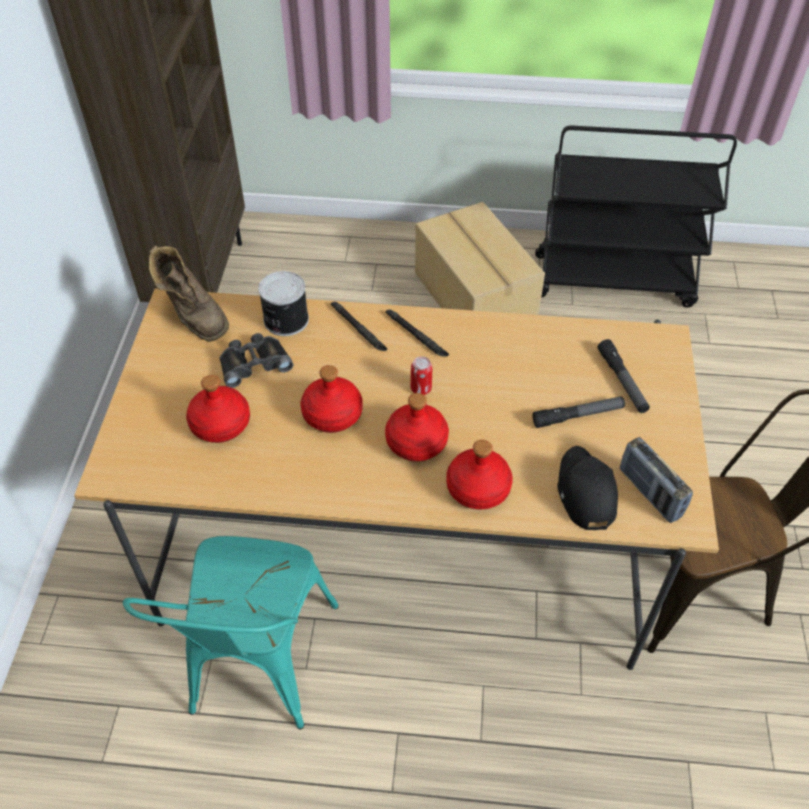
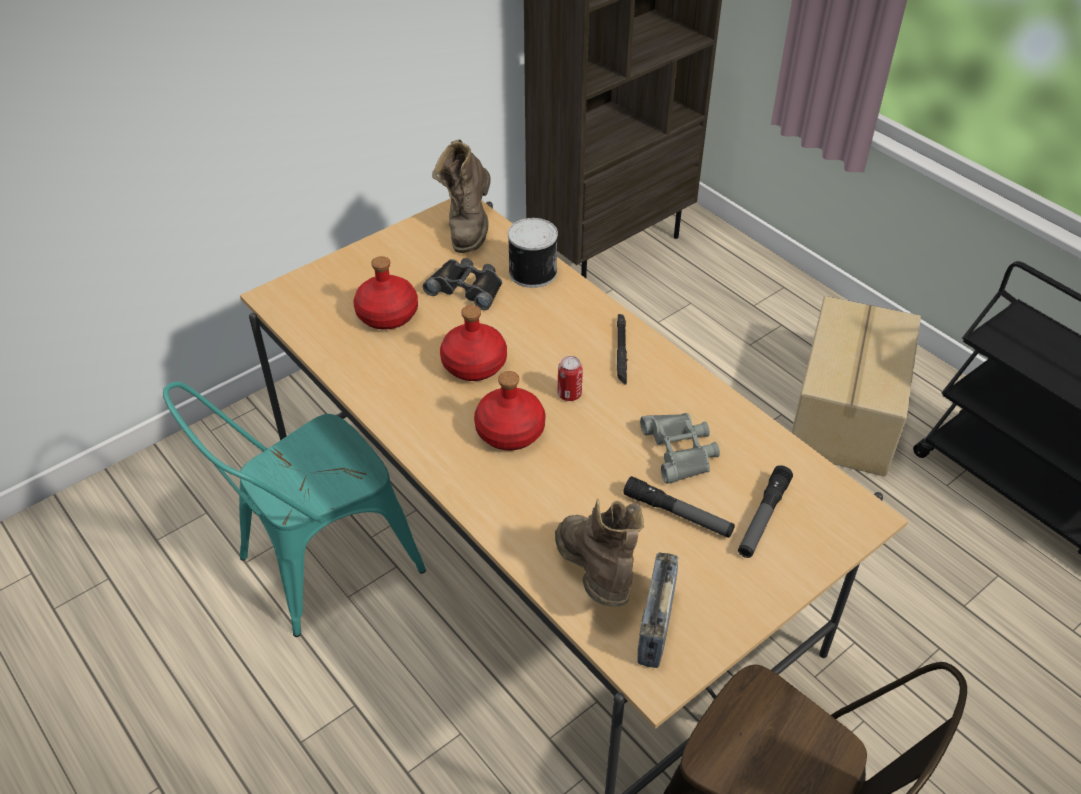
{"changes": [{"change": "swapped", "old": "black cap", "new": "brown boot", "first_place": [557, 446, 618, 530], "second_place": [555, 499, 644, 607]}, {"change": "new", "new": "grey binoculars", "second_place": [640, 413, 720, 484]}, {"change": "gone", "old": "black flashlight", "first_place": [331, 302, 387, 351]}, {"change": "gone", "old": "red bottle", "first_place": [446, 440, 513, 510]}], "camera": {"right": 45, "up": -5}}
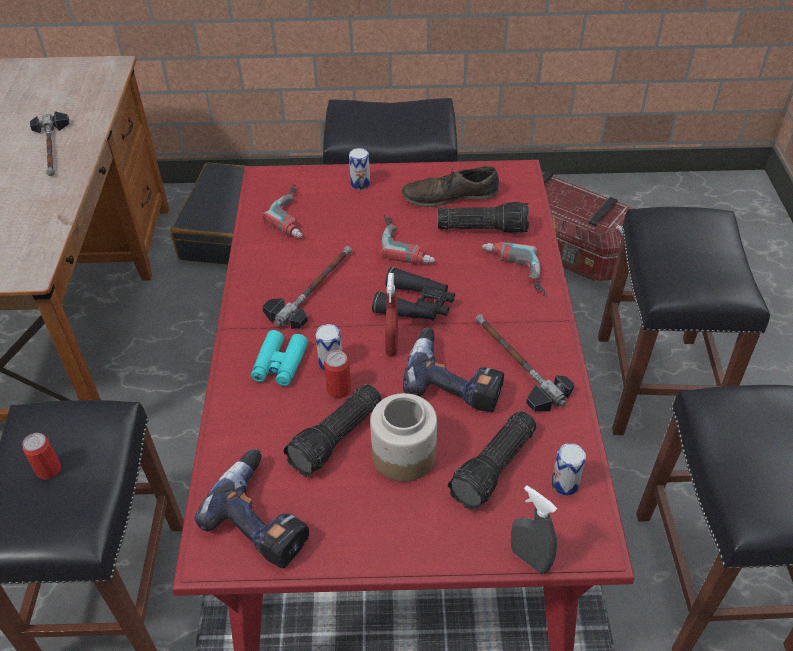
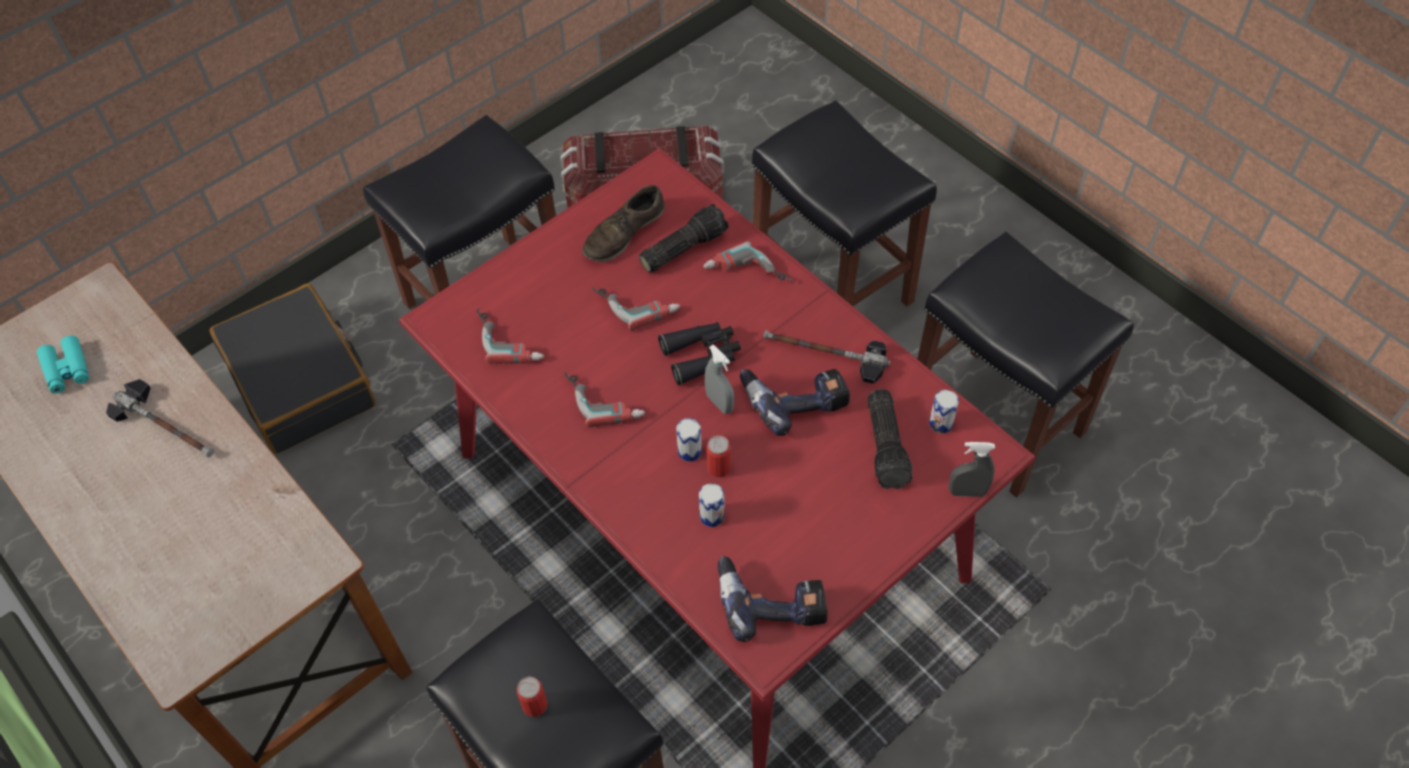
{"changes": [{"change": "shifted", "old": "turquoise binoculars", "first_place": [251, 330, 308, 386], "second_place": [37, 335, 89, 393]}, {"change": "swapped", "old": "hammer", "new": "power drill", "first_place": [262, 246, 352, 329], "second_place": [564, 371, 645, 428]}, {"change": "shifted", "old": "can", "first_place": [349, 148, 370, 190], "second_place": [699, 483, 725, 527]}, {"change": "repainted", "old": "red spray bottle", "new": "grey spray bottle", "first_place": [385, 273, 398, 356], "second_place": [705, 345, 734, 414]}, {"change": "gone", "old": "flashlight", "first_place": [284, 384, 382, 476]}, {"change": "gone", "old": "jar", "first_place": [370, 393, 437, 482]}], "camera": {"right": -40, "up": 10}}
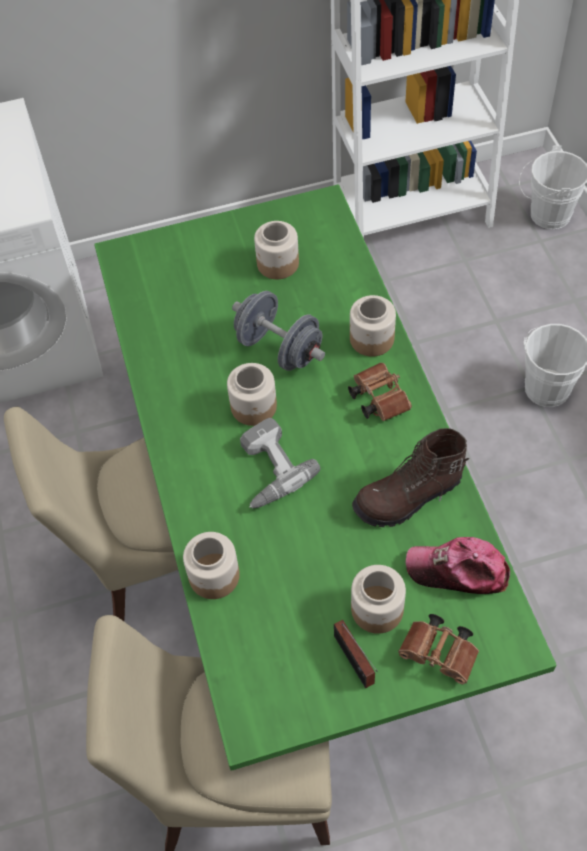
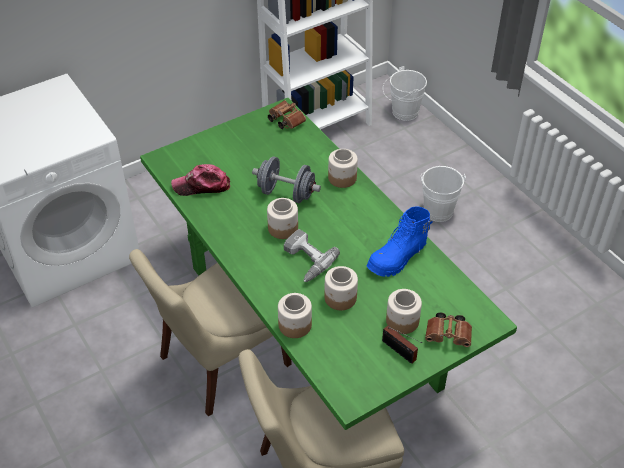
{"changes": [{"change": "shifted", "old": "cap", "first_place": [406, 537, 510, 594], "second_place": [171, 164, 230, 196]}, {"change": "shifted", "old": "brown binoculars", "first_place": [348, 363, 412, 421], "second_place": [268, 100, 306, 129]}, {"change": "shifted", "old": "jar", "first_place": [254, 221, 299, 279], "second_place": [324, 266, 358, 310]}, {"change": "repainted", "old": "brown boot", "new": "blue boot", "first_place": [352, 428, 469, 527], "second_place": [366, 207, 433, 277]}], "camera": {"right": -20, "up": -10}}
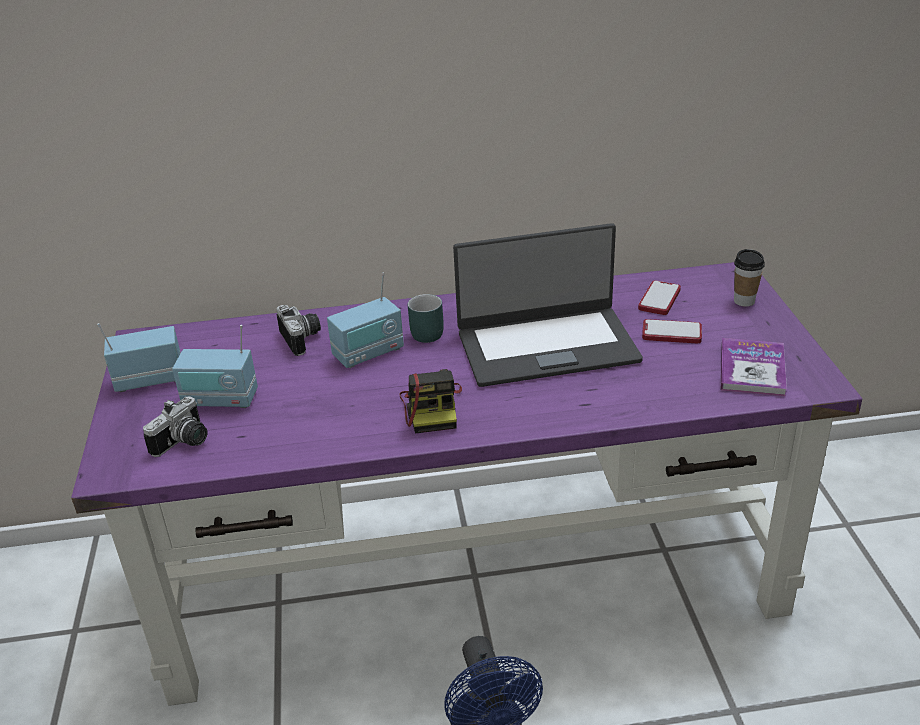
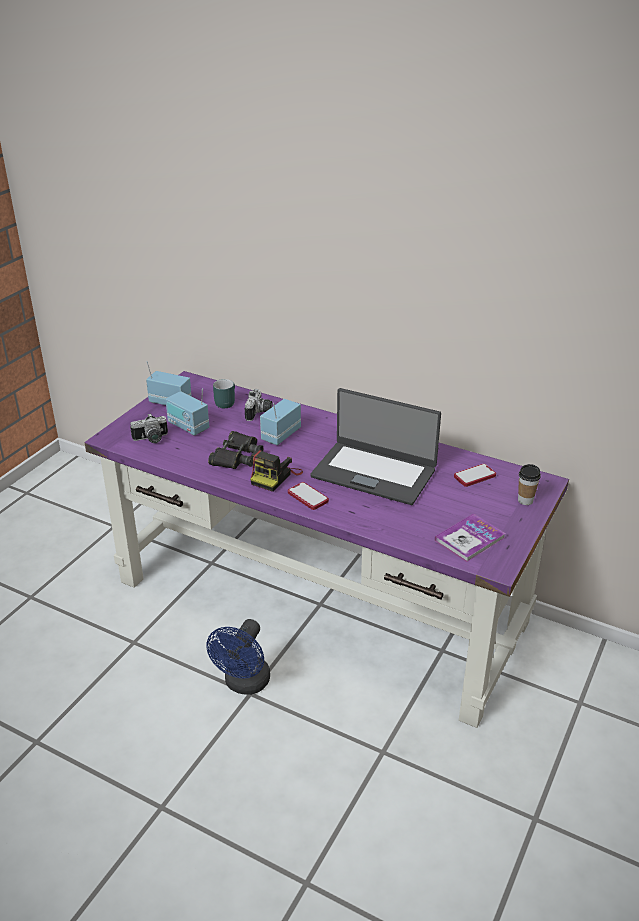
{"changes": [{"change": "new", "new": "black binoculars", "second_place": [208, 431, 263, 469]}, {"change": "shifted", "old": "turquoise mug", "first_place": [407, 294, 444, 343], "second_place": [213, 379, 235, 408]}, {"change": "rotated", "old": "radio", "first_place": [327, 272, 404, 368], "second_place": [260, 399, 301, 445], "degrees": 120}, {"change": "shifted", "old": "phone", "first_place": [642, 319, 702, 343], "second_place": [288, 482, 329, 510]}], "camera": {"right": 35, "up": 0}}
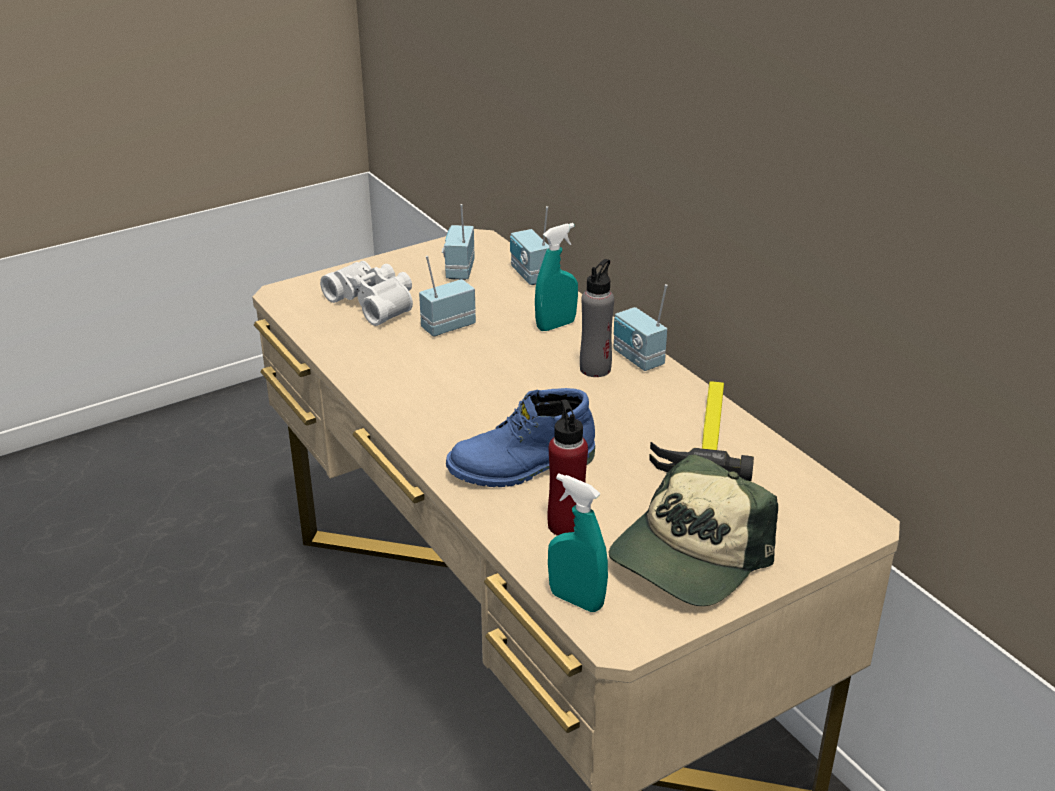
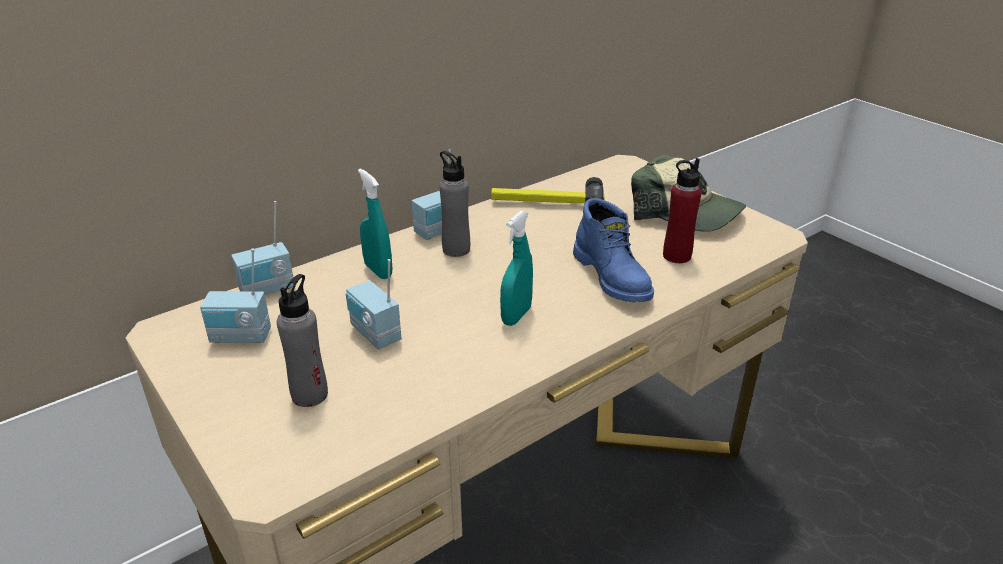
{"changes": [{"change": "swapped", "old": "white binoculars", "new": "grey bottle", "first_place": [320, 261, 413, 326], "second_place": [277, 274, 328, 407]}, {"change": "shifted", "old": "turquoise spray bottle", "first_place": [548, 473, 608, 612], "second_place": [500, 211, 533, 326]}], "camera": {"right": -95, "up": 0}}
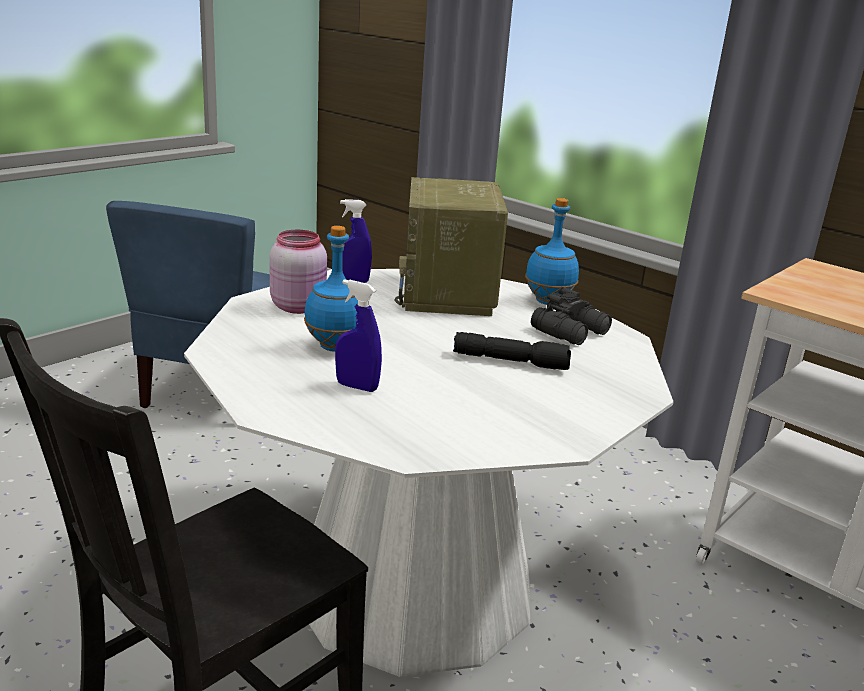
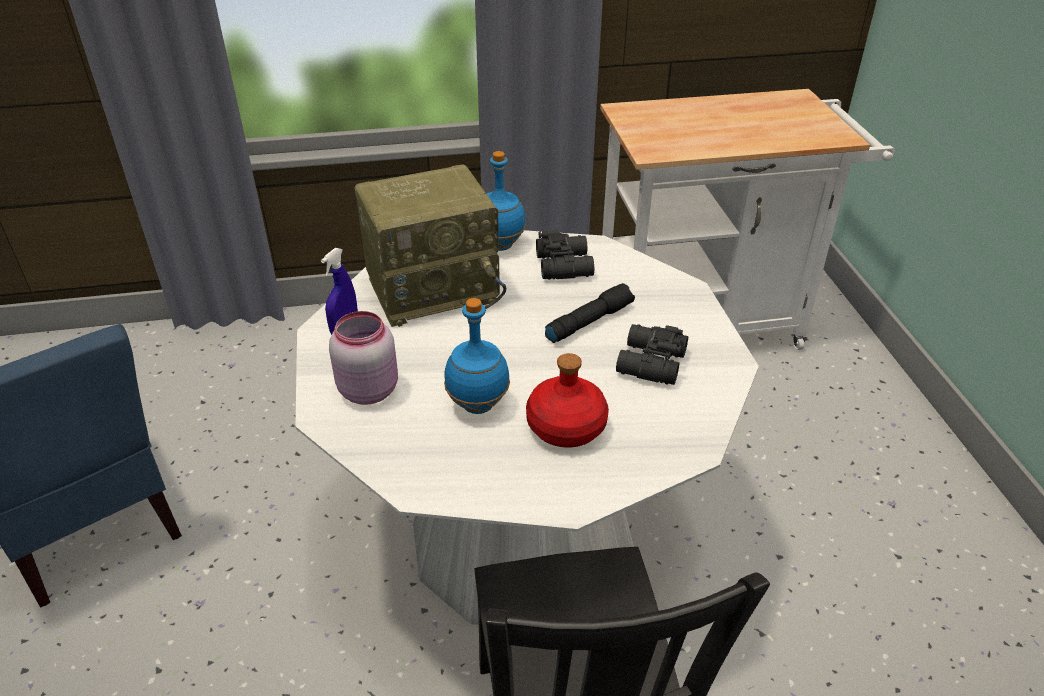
{"changes": [{"change": "rotated", "old": "radio", "first_place": [394, 177, 508, 316], "second_place": [355, 164, 506, 327], "degrees": -60}, {"change": "swapped", "old": "blue spray bottle", "new": "red bottle", "first_place": [335, 279, 382, 392], "second_place": [526, 353, 609, 448]}, {"change": "new", "new": "black binoculars", "second_place": [616, 324, 688, 385]}], "camera": {"right": -50, "up": 15}}
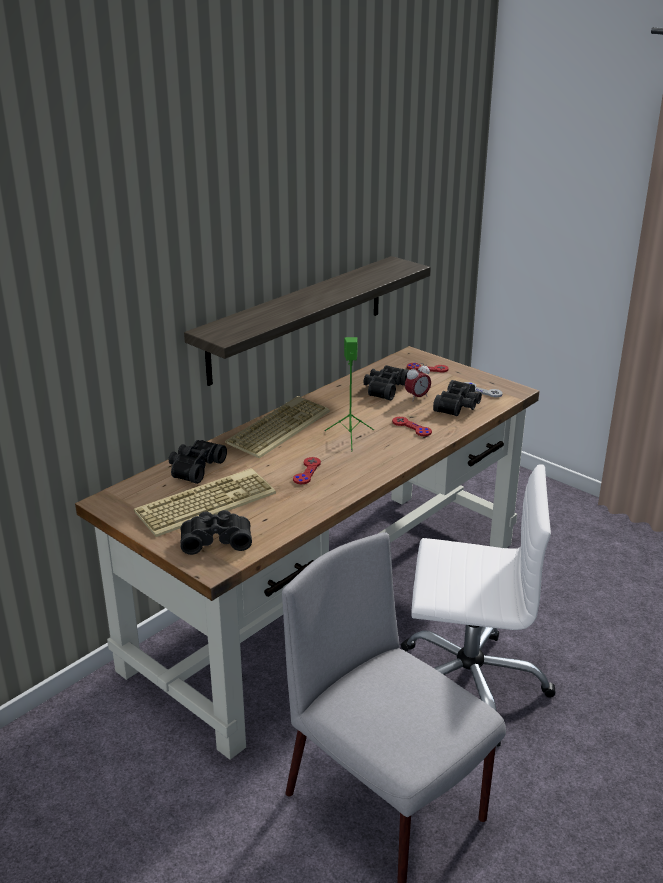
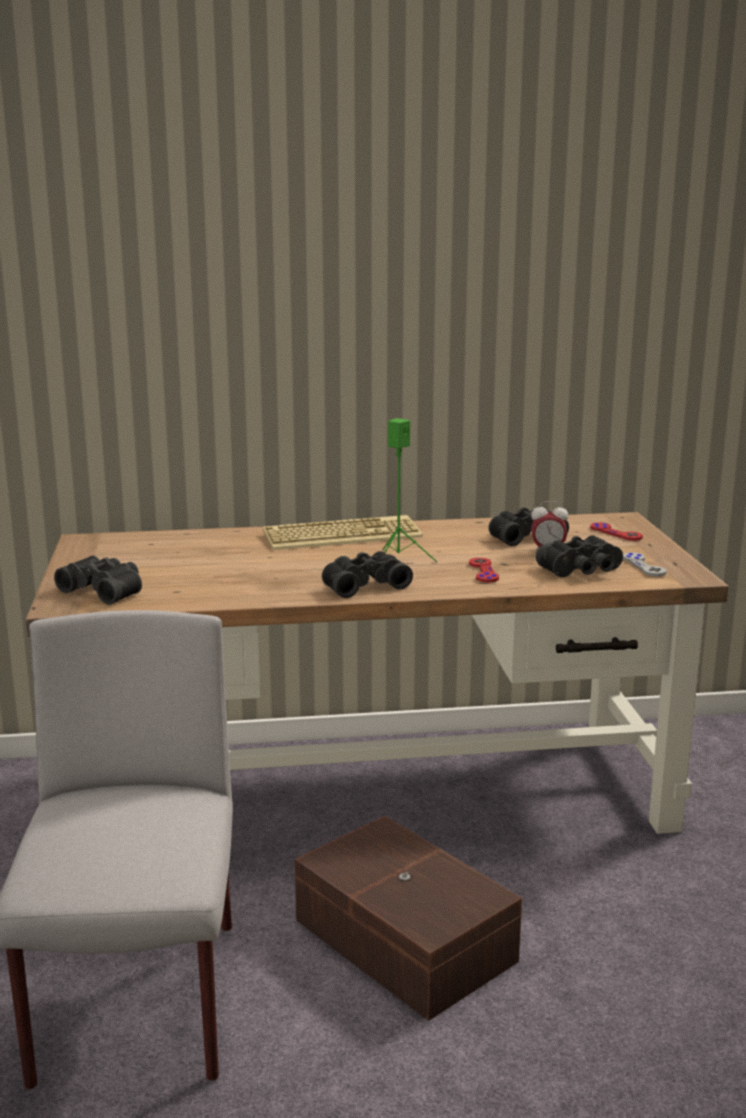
{"changes": [{"change": "swapped", "old": "white office chair", "new": "brown storage box", "first_place": [401, 464, 556, 747], "second_place": [295, 816, 522, 1021]}, {"change": "shifted", "old": "black binoculars", "first_place": [169, 440, 227, 484], "second_place": [322, 551, 413, 598]}, {"change": "gone", "old": "keyboard", "first_place": [134, 468, 276, 537]}, {"change": "gone", "old": "shelf", "first_place": [184, 256, 431, 386]}, {"change": "gone", "old": "red game controller", "first_place": [293, 457, 321, 484]}], "camera": {"right": 40, "up": -10}}
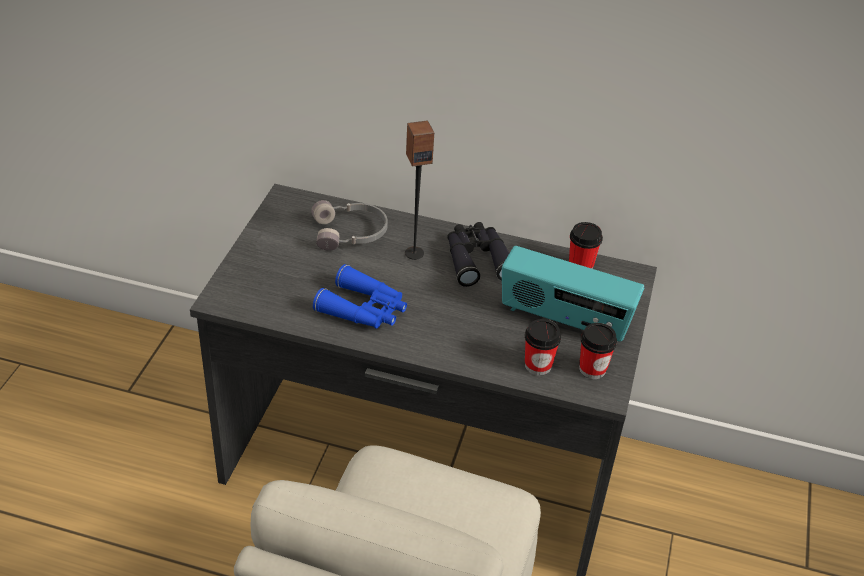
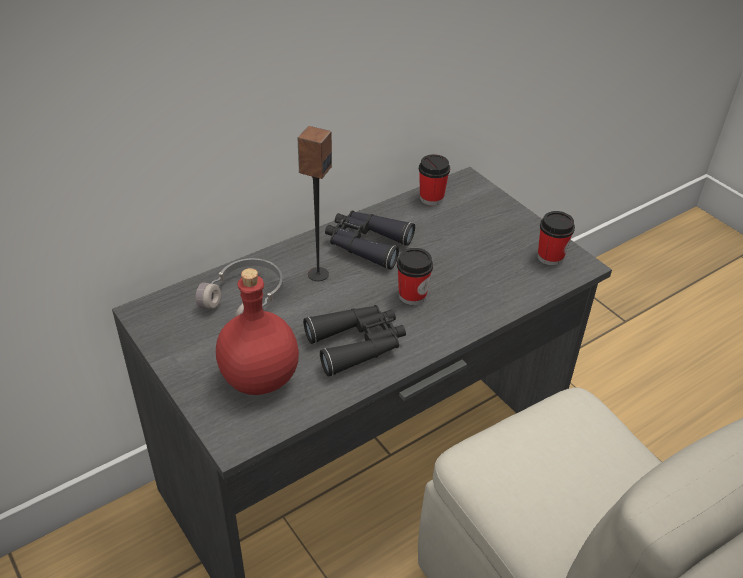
{"changes": [{"change": "new", "new": "red bottle", "second_place": [216, 268, 299, 395]}, {"change": "repainted", "old": "blue binoculars", "new": "black binoculars", "first_place": [313, 264, 407, 329], "second_place": [303, 305, 406, 377]}, {"change": "shifted", "old": "cup", "first_place": [525, 319, 561, 376], "second_place": [397, 248, 433, 305]}, {"change": "gone", "old": "radio", "first_place": [502, 246, 645, 342]}], "camera": {"right": -50, "up": 0}}
